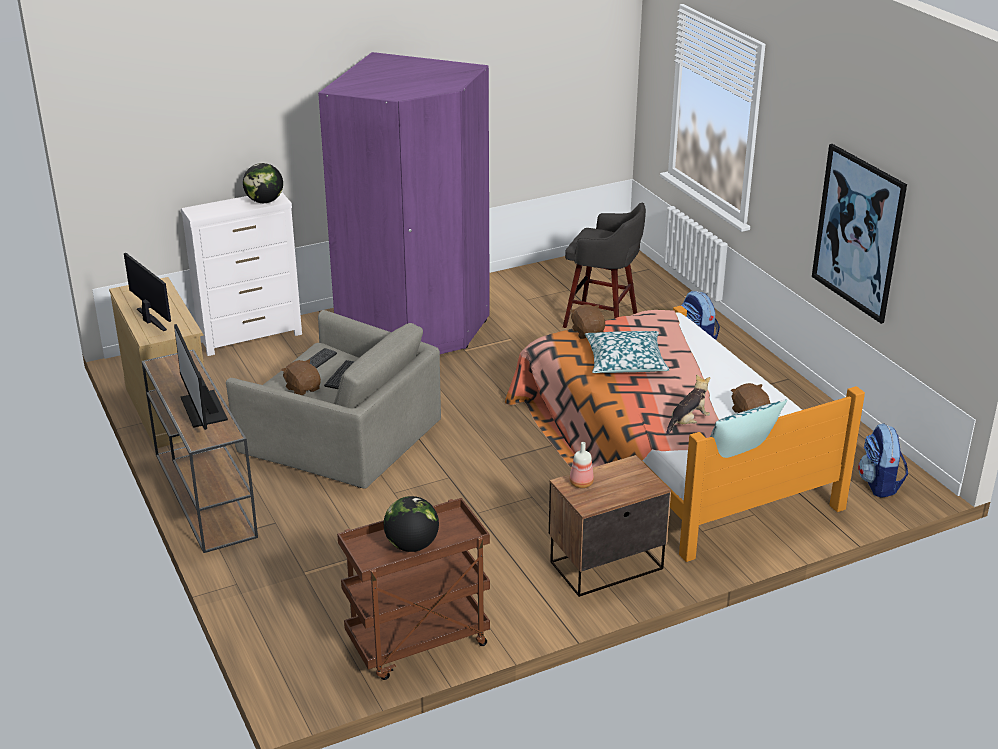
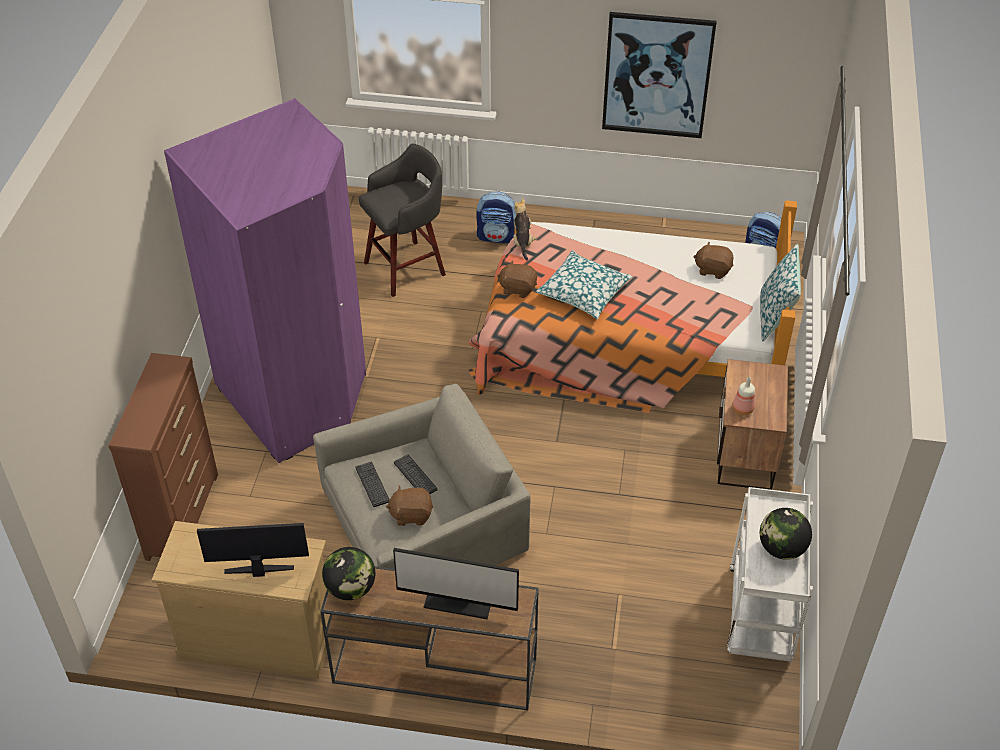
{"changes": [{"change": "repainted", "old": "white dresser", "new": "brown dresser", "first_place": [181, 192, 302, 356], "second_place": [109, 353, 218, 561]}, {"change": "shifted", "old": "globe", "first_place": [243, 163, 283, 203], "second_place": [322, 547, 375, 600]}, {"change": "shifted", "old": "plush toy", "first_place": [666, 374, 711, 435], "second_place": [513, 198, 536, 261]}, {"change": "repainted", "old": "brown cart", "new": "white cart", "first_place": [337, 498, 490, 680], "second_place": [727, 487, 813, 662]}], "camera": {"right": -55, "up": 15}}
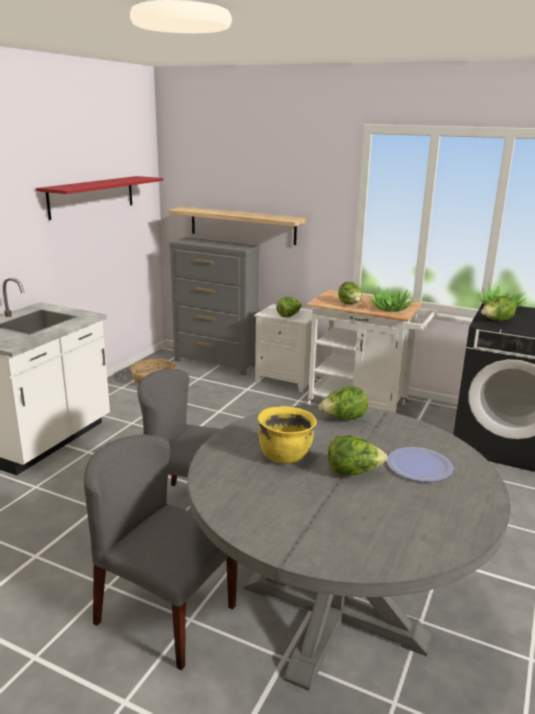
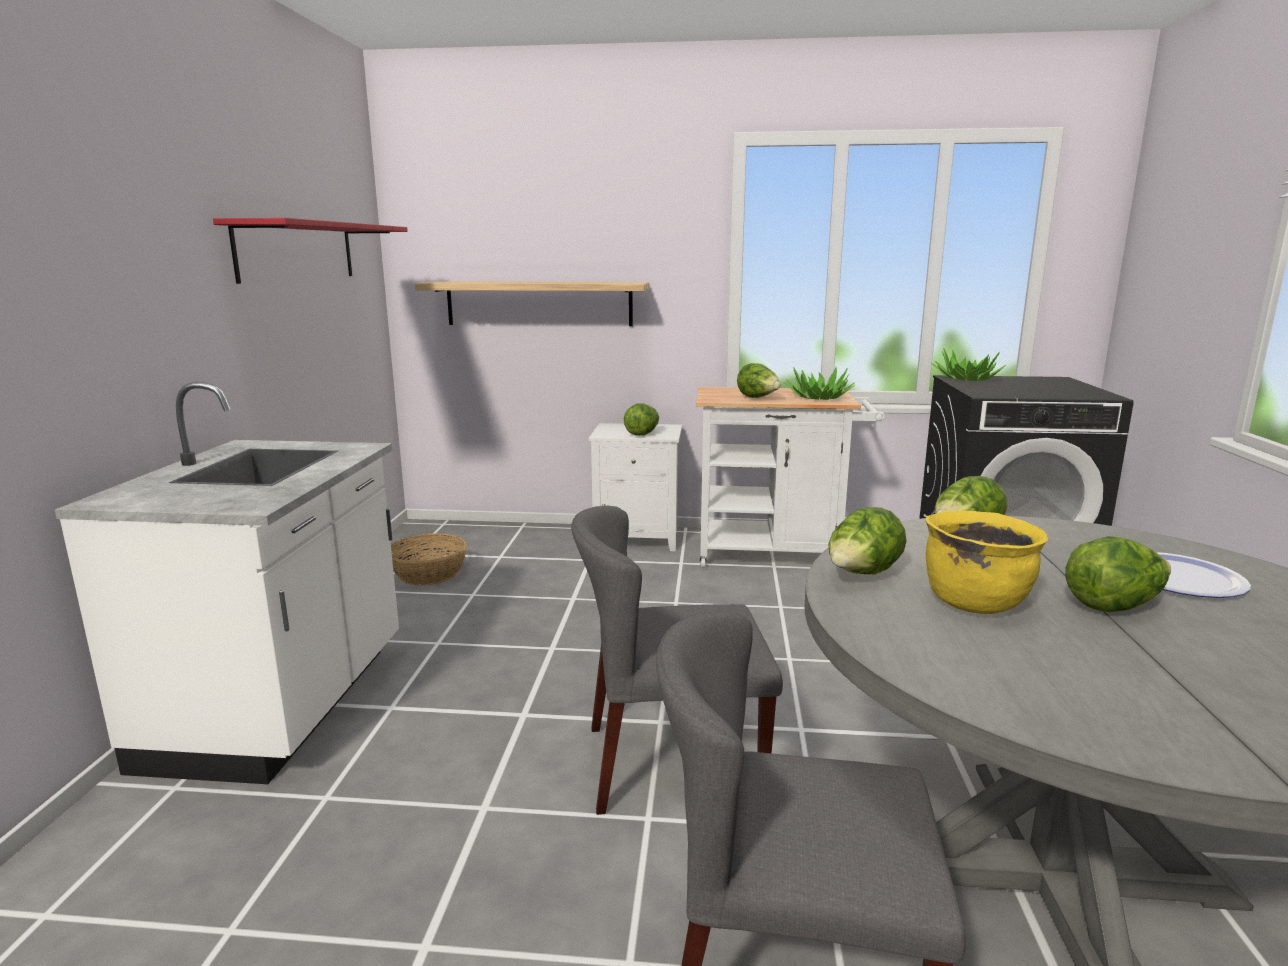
{"changes": [{"change": "shifted", "old": "lettuce", "first_place": [481, 296, 516, 321], "second_place": [829, 507, 906, 574]}, {"change": "gone", "old": "grey dresser", "first_place": [169, 237, 260, 376]}], "camera": {"right": -20, "up": -5}}
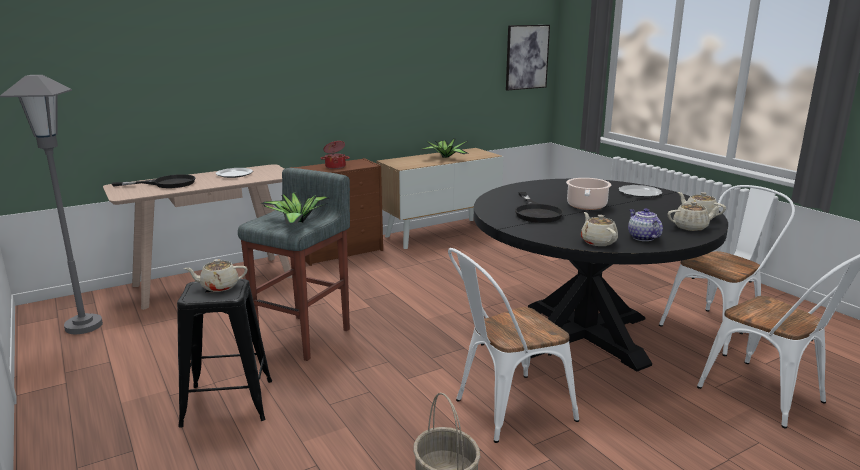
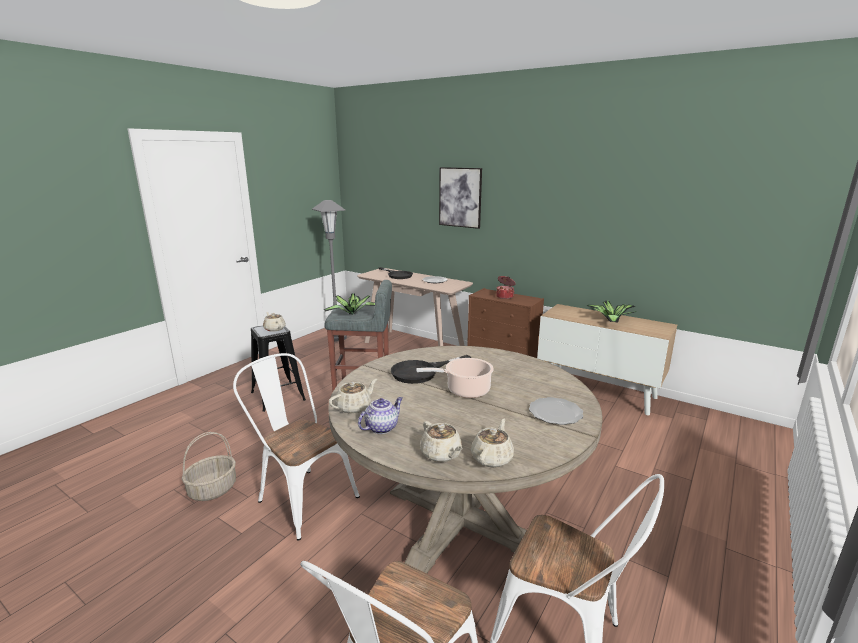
{"changes": [{"change": "repainted", "old": "black dining table", "new": "beige dining table", "first_place": [474, 179, 728, 371], "second_place": [328, 346, 603, 574]}, {"change": "shifted", "old": "picture", "first_place": [506, 25, 550, 91], "second_place": [439, 167, 482, 229]}], "camera": {"right": 65, "up": 0}}
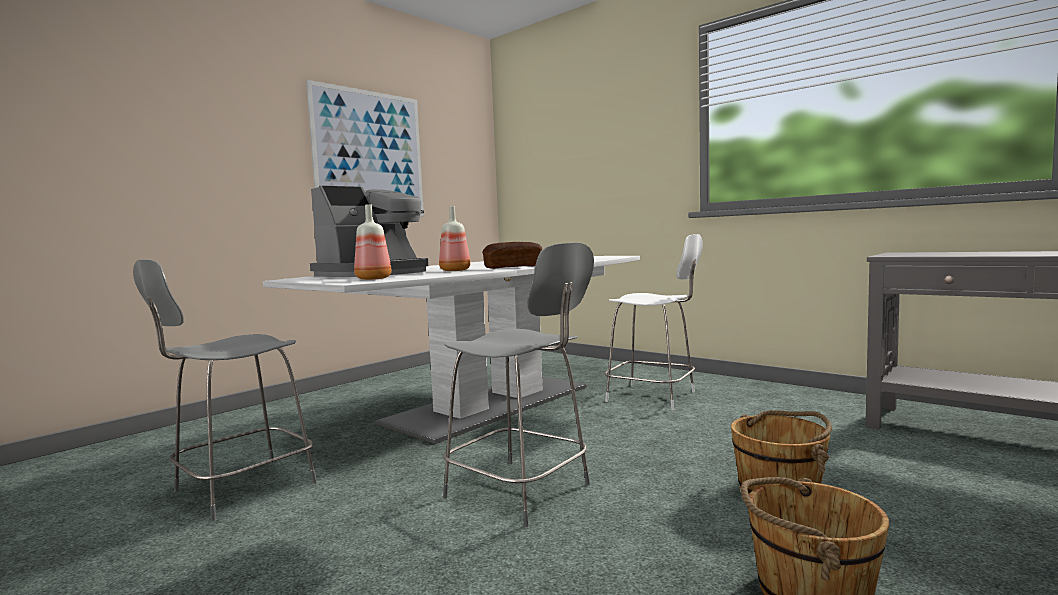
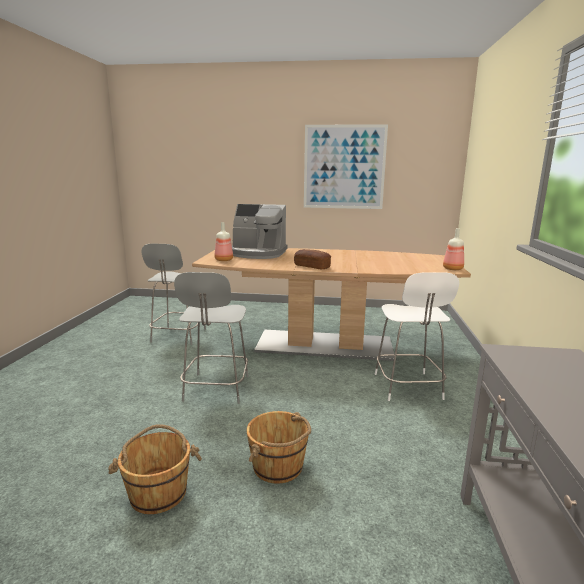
{"changes": [{"change": "rotated", "old": "grey chair", "first_place": [133, 259, 317, 521], "second_place": [141, 243, 206, 345], "degrees": -90}, {"change": "repainted", "old": "white dining table", "new": "brown dining table", "first_place": [263, 256, 640, 444], "second_place": [192, 248, 471, 361]}, {"change": "shifted", "old": "bottle", "first_place": [439, 206, 471, 271], "second_place": [443, 228, 464, 270]}], "camera": {"right": 55, "up": 10}}
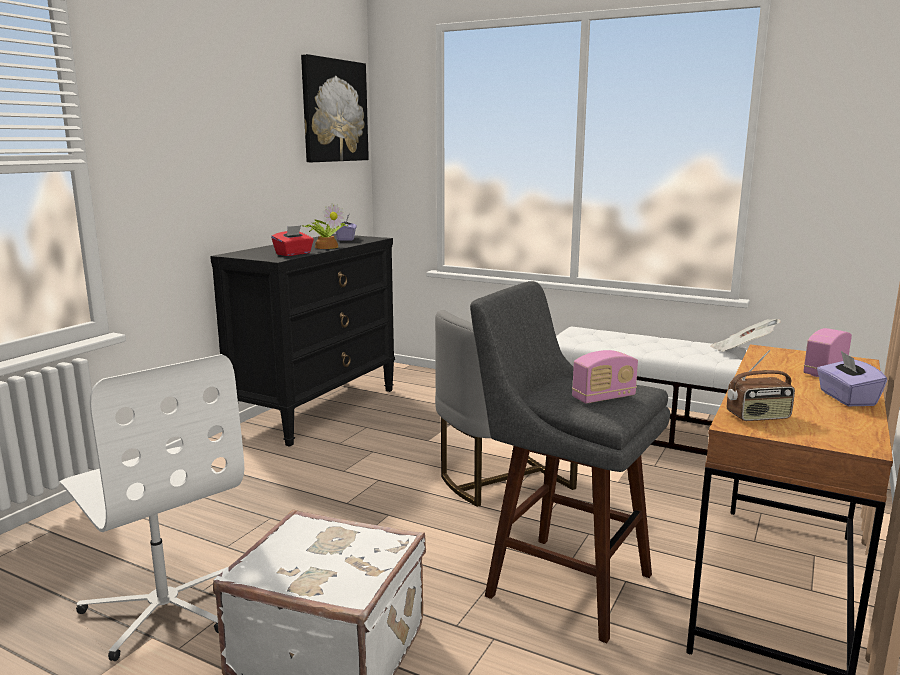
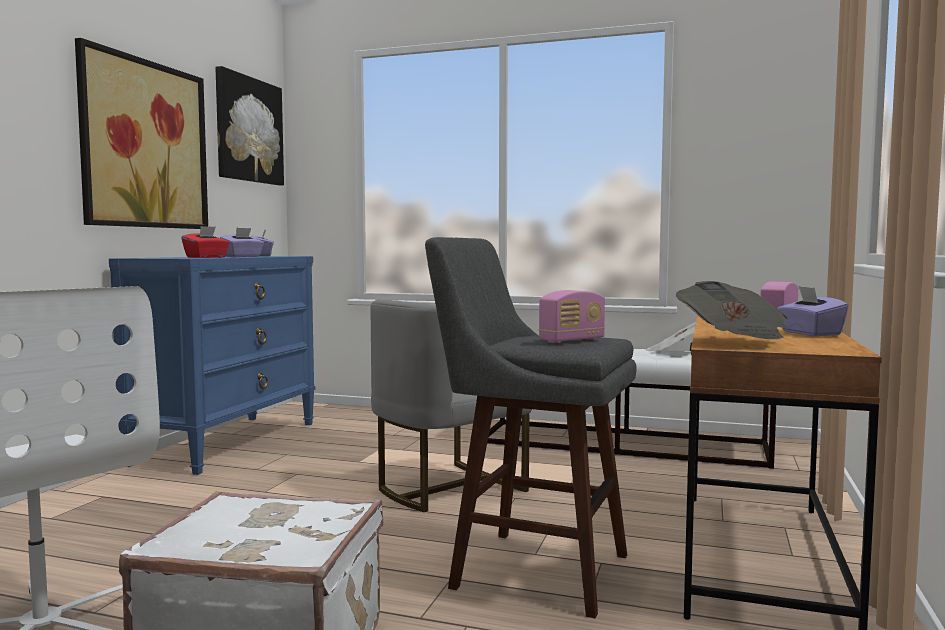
{"changes": [{"change": "new", "new": "picture", "second_place": [75, 38, 208, 229]}, {"change": "repainted", "old": "black dresser", "new": "blue dresser", "first_place": [210, 234, 395, 447], "second_place": [109, 256, 315, 475]}, {"change": "swapped", "old": "potted plant", "new": "purple tissue box", "first_place": [302, 203, 348, 249], "second_place": [220, 228, 264, 257]}, {"change": "swapped", "old": "radio", "new": "newspaper", "first_place": [727, 350, 795, 421], "second_place": [676, 281, 789, 339]}], "camera": {"right": -10, "up": -10}}
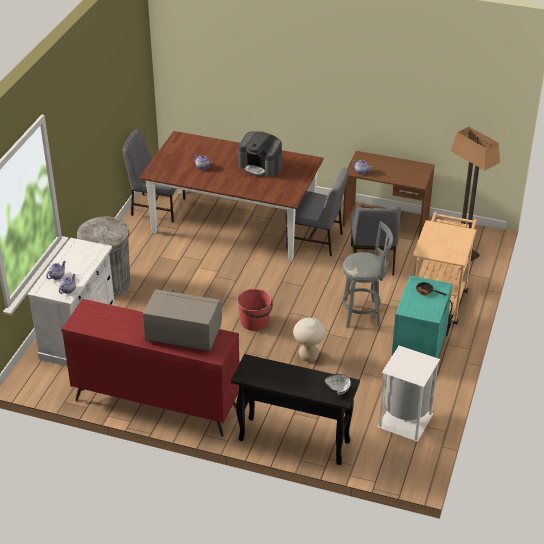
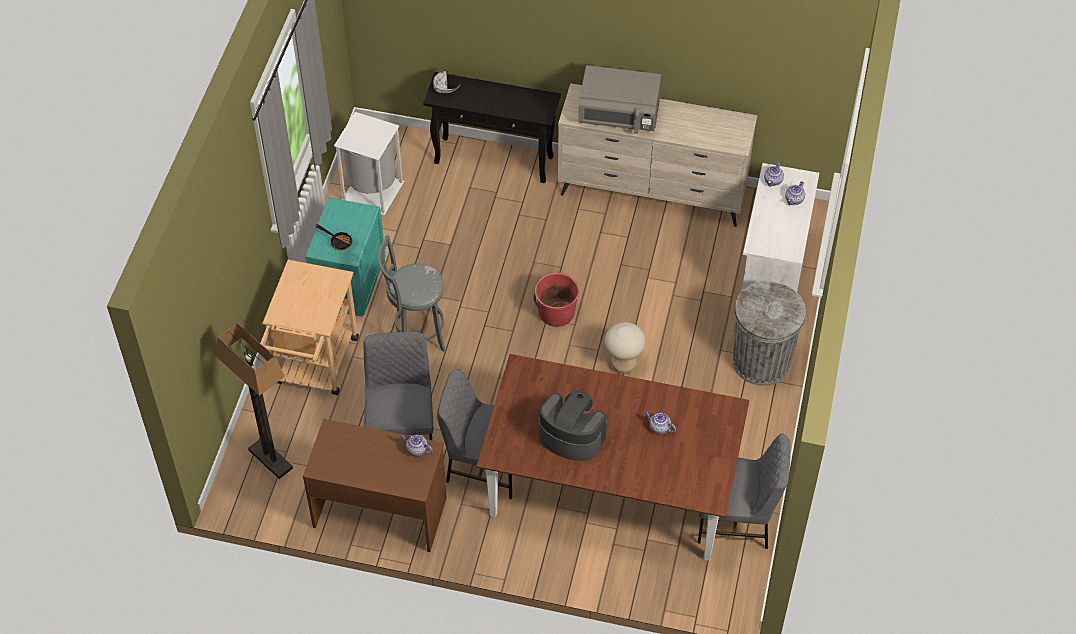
{"changes": [{"change": "repainted", "old": "red dresser", "new": "beige dresser", "first_place": [61, 299, 239, 437], "second_place": [558, 83, 757, 227]}, {"change": "shifted", "old": "beige stool", "first_place": [293, 318, 326, 362], "second_place": [604, 322, 646, 374]}], "camera": {"right": 175, "up": 15}}
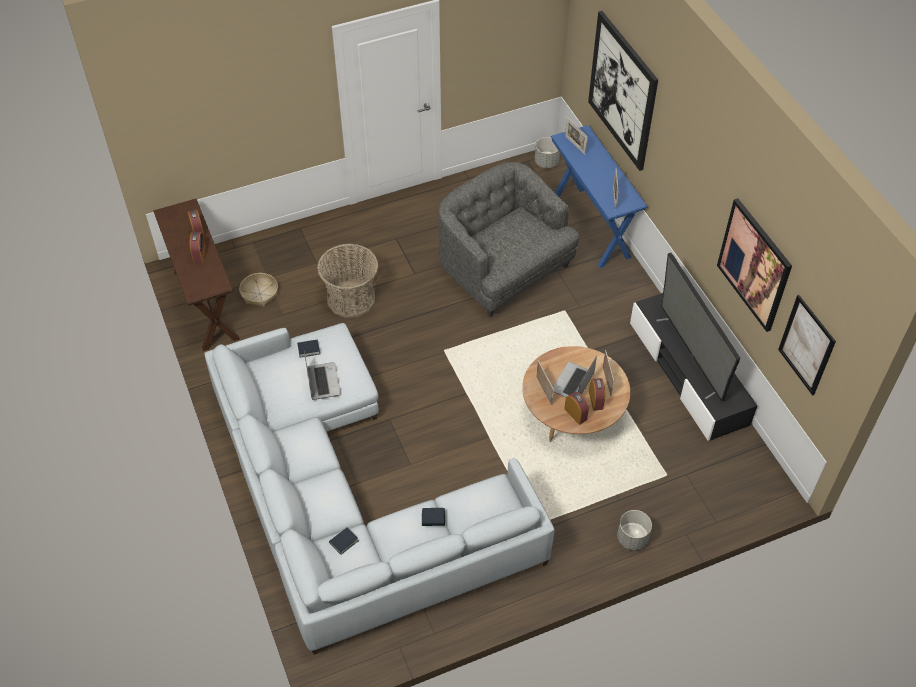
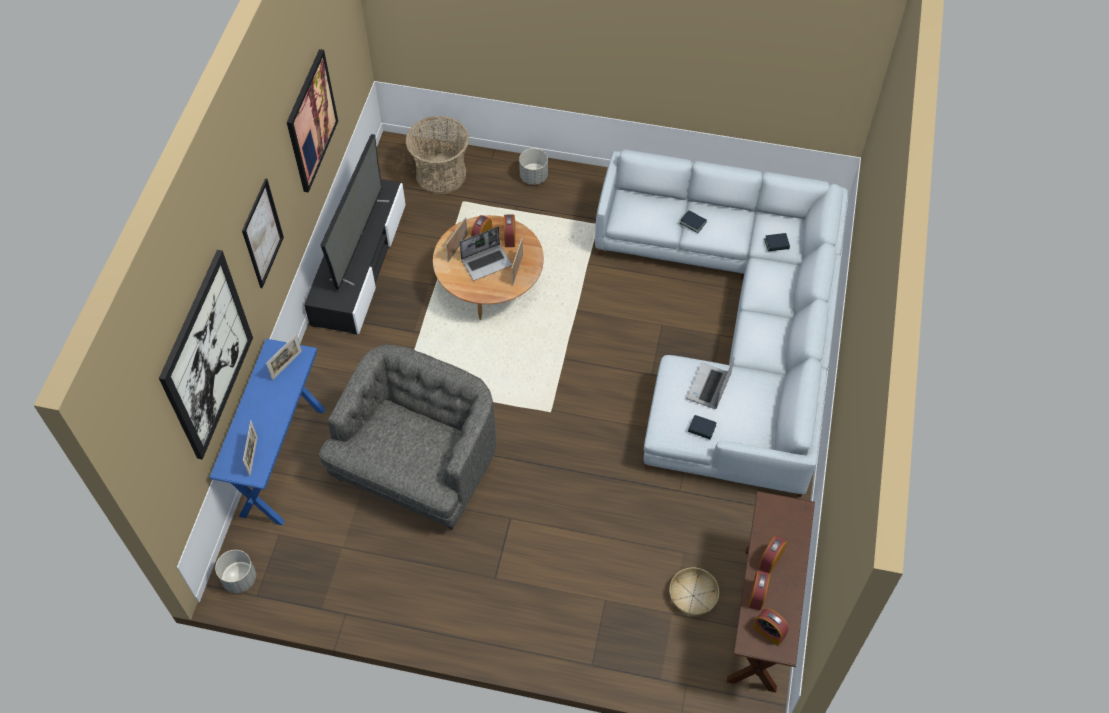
{"changes": [{"change": "shifted", "old": "picture", "first_place": [778, 295, 836, 396], "second_place": [242, 178, 284, 288]}, {"change": "rotated", "old": "grey armchair", "first_place": [439, 162, 579, 317], "second_place": [319, 345, 496, 529], "degrees": -150}, {"change": "shifted", "old": "basket", "first_place": [317, 244, 378, 318], "second_place": [405, 116, 469, 194]}, {"change": "new", "new": "alarm clock", "second_place": [753, 608, 789, 646]}], "camera": {"right": -145, "up": 5}}
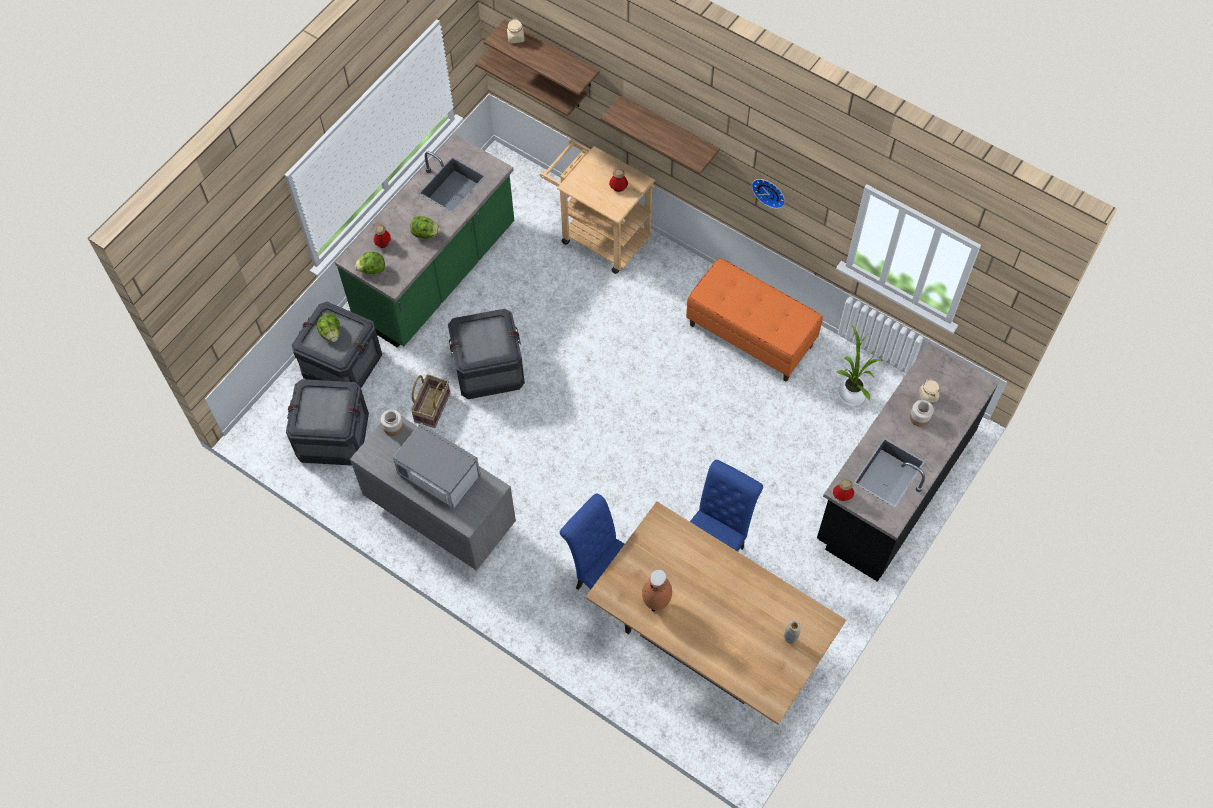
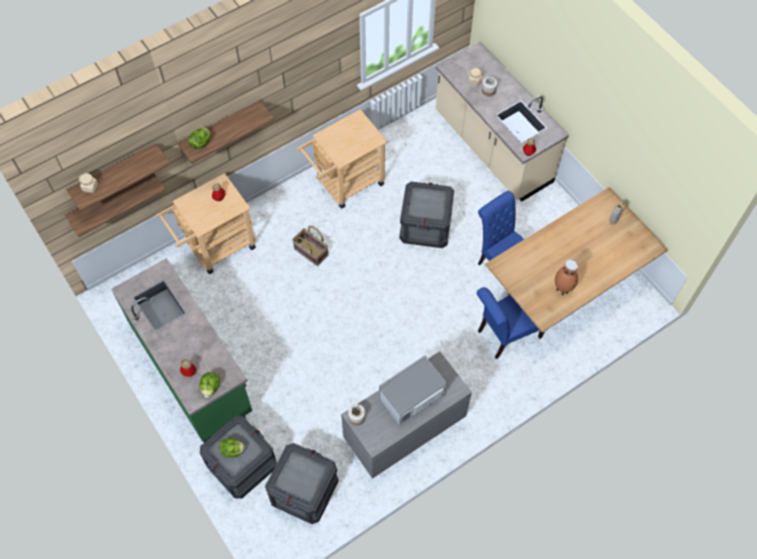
{"changes": [{"change": "shifted", "old": "lettuce", "first_place": [410, 216, 440, 239], "second_place": [188, 128, 210, 149]}, {"change": "shifted", "old": "basket", "first_place": [410, 374, 450, 428], "second_place": [292, 226, 328, 266]}, {"change": "swapped", "old": "orange bench", "new": "beige cart", "first_place": [686, 258, 823, 381], "second_place": [297, 109, 388, 208]}, {"change": "shifted", "old": "crate", "first_place": [448, 309, 525, 399], "second_place": [399, 181, 454, 248]}, {"change": "repainted", "old": "black counter", "new": "beige counter", "first_place": [817, 343, 999, 582], "second_place": [436, 42, 569, 202]}, {"change": "gone", "old": "wall clock", "first_place": [751, 179, 785, 209]}, {"change": "gone", "old": "potted plant", "first_place": [836, 325, 884, 406]}], "camera": {"right": -70, "up": 0}}
